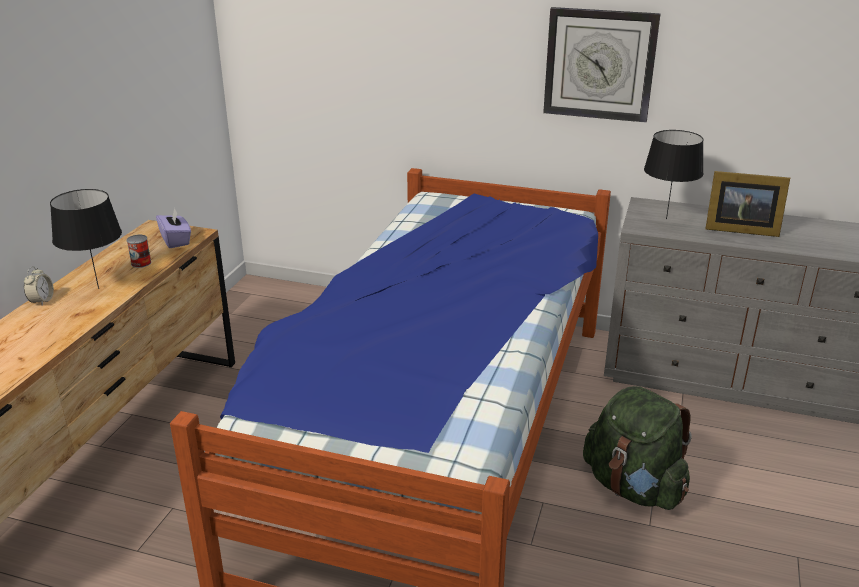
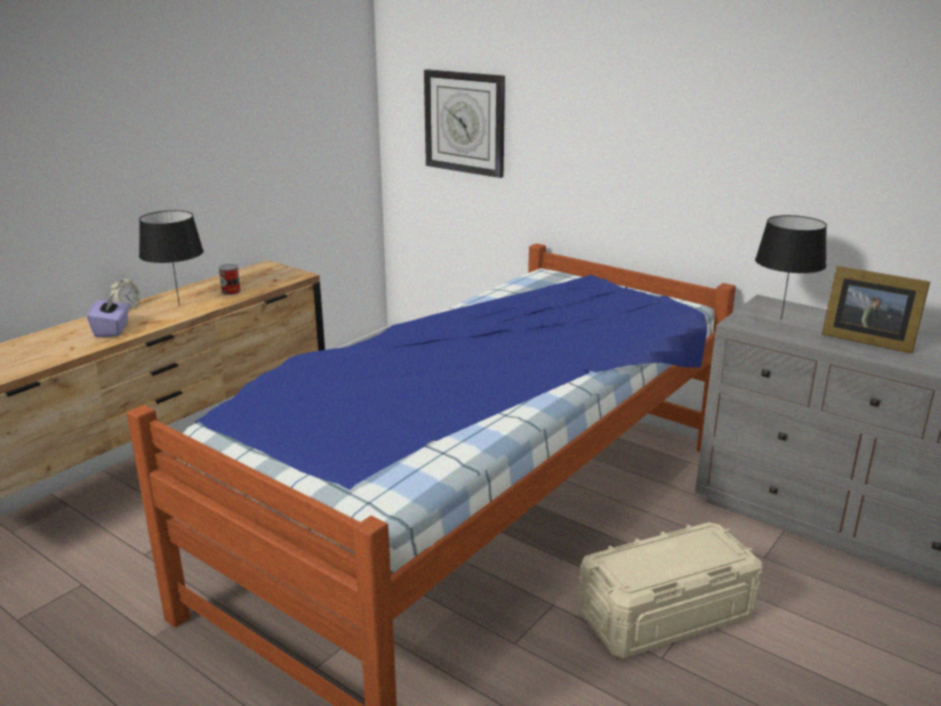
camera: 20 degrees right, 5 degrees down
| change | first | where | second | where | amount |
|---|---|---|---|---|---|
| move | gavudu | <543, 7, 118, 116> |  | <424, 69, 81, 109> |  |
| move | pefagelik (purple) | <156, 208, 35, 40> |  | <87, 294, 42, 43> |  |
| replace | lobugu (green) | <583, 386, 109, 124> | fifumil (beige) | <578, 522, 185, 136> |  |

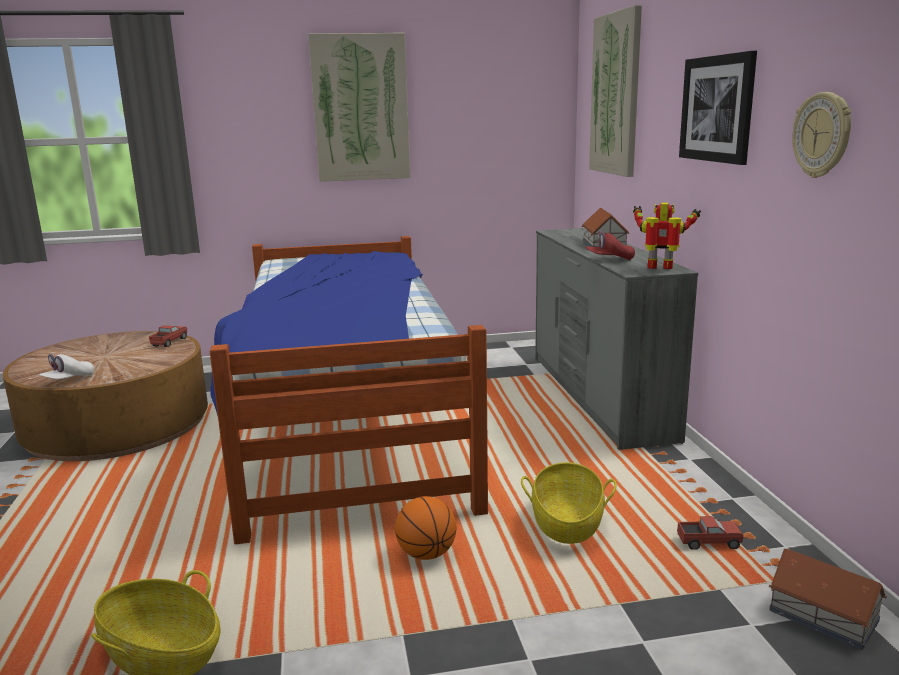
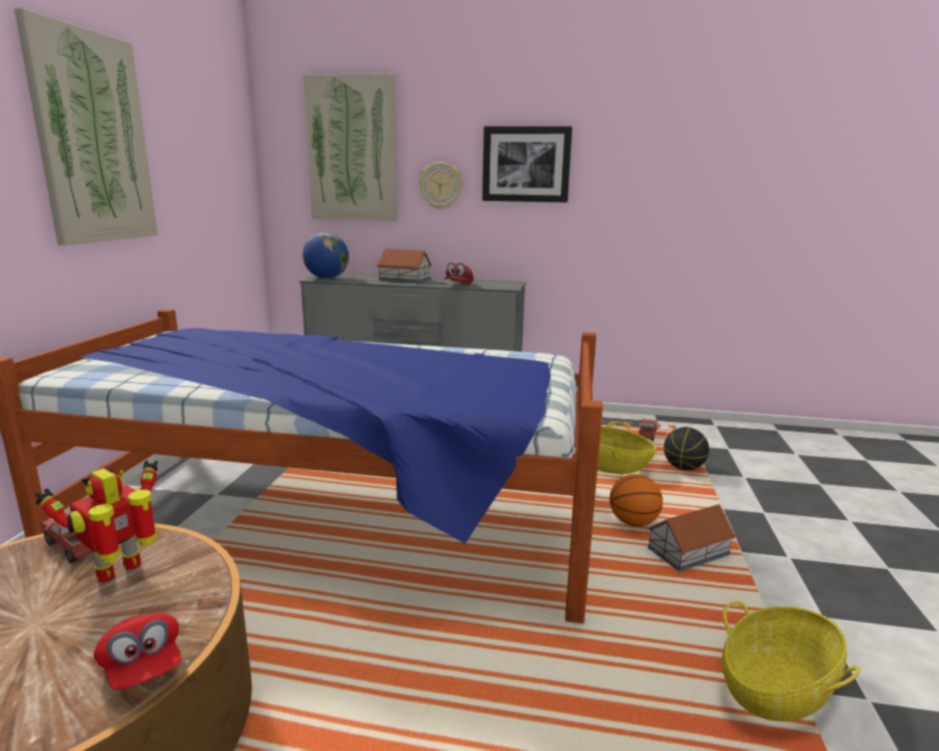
camera: 70 degrees left, 0 degrees up
| change | first | where | second | where | amount |
|---|---|---|---|---|---|
| move | gavudu | <792, 92, 59, 86> |  | <419, 162, 44, 47> |  |
| move | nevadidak | <633, 202, 68, 67> |  | <35, 461, 123, 121> |  |
| recolor | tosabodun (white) | <39, 354, 55, 25> | tosabodun (red) | <94, 613, 87, 77> |  |
| move | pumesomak | <769, 549, 118, 101> |  | <647, 504, 88, 68> |  |
| insert |  |  | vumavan | <303, 233, 46, 46> |  |
| insert |  |  | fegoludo | <664, 427, 45, 43> |  |

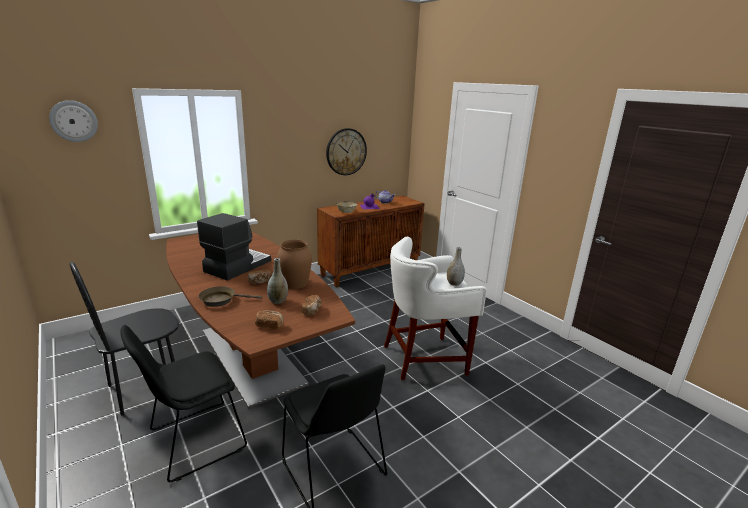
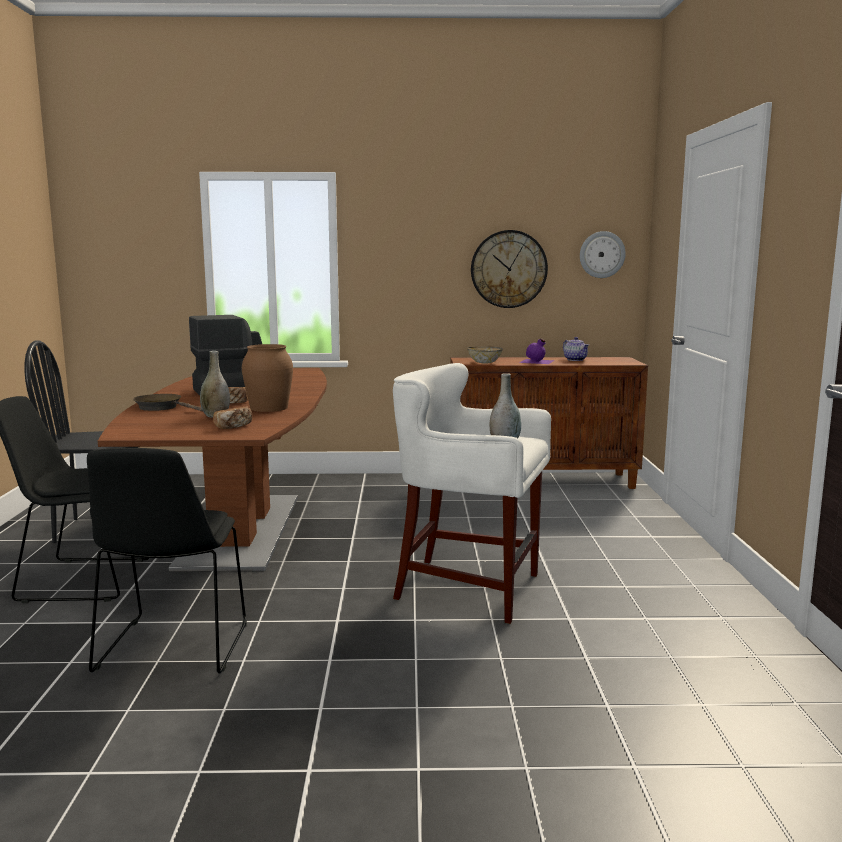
camera: 35 degrees right, 10 degrees down
| change | first | where | second | where | amount |
|---|---|---|---|---|---|
| move | gavudu | <49, 100, 49, 42> |  | <580, 231, 46, 47> |  |
| delete | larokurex | <255, 310, 29, 19> |  |  |  |

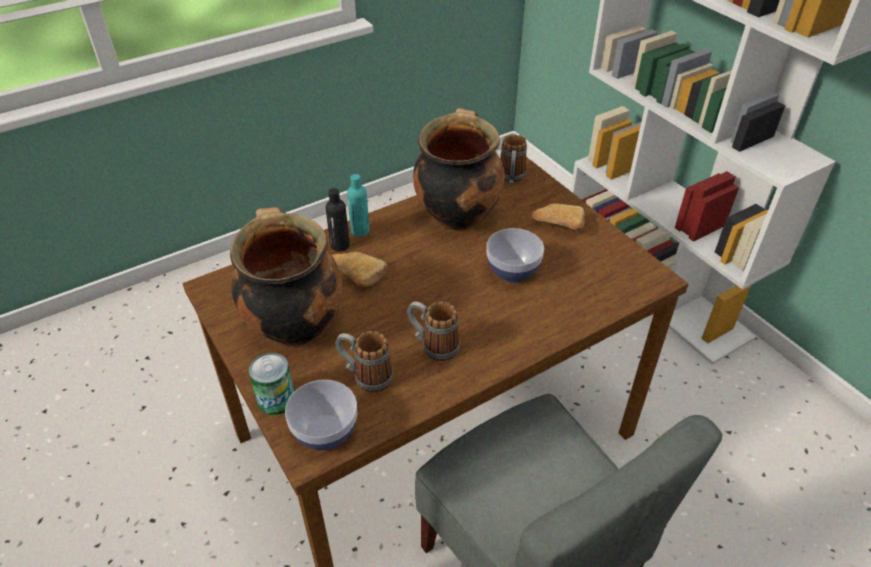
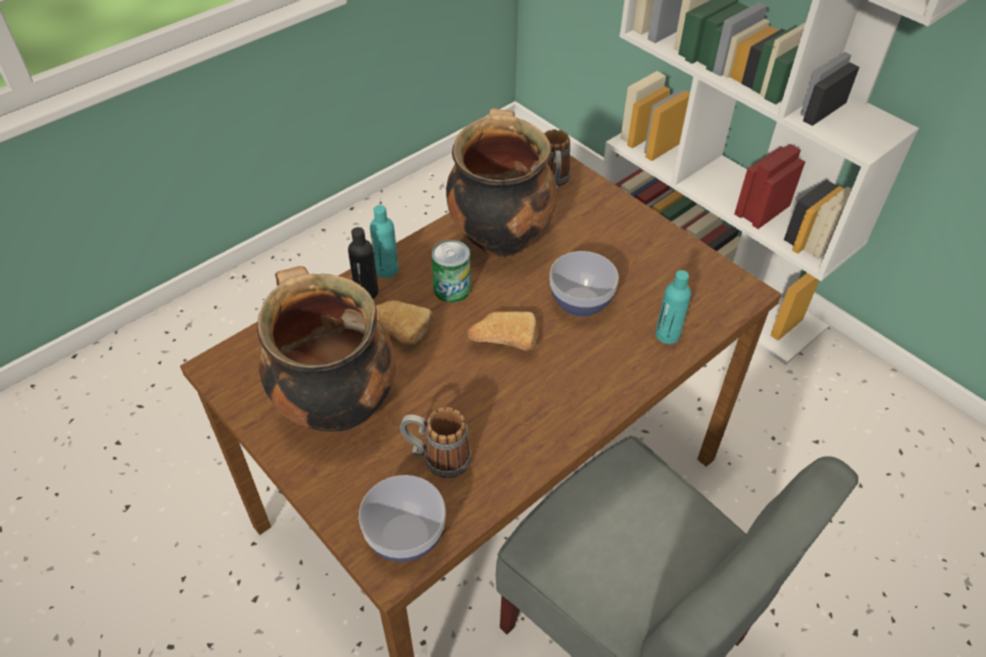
camera: 10 degrees left, 5 degrees up
| change | first | where | second | where | amount |
|---|---|---|---|---|---|
| move | larokurex | <532, 203, 53, 28> |  | <467, 311, 70, 40> |  |
| delete | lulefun | <407, 301, 53, 60> |  |  |  |
| move | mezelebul | <249, 353, 45, 62> |  | <432, 240, 39, 63> |  |
| insert |  |  | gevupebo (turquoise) | <655, 270, 36, 74> |  |

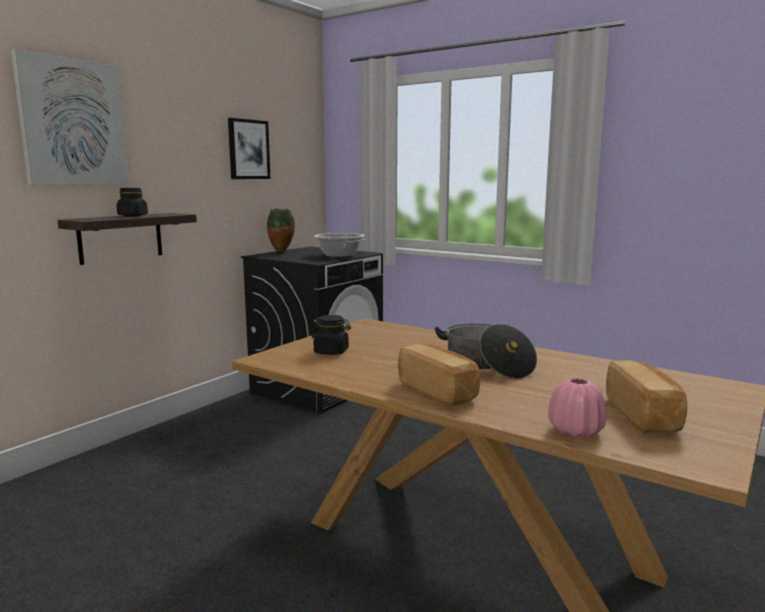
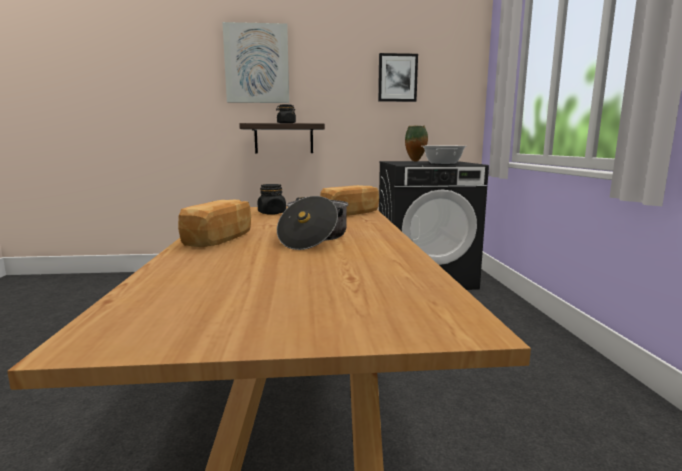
camera: 50 degrees right, 0 degrees up
| change | first | where | second | where | amount |
|---|---|---|---|---|---|
| move | larokurex | <606, 360, 81, 74> |  | <320, 185, 59, 31> |  |
| delete | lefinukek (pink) | <548, 378, 58, 60> |  |  |  |

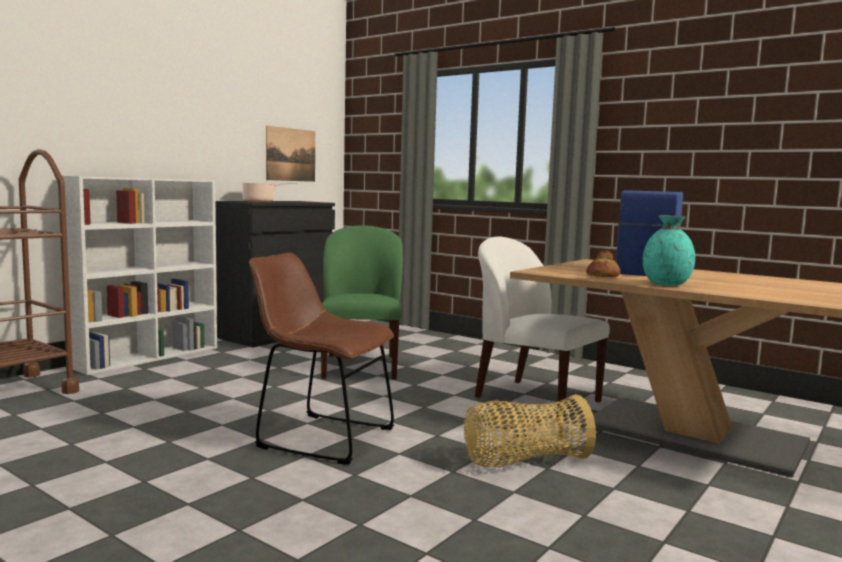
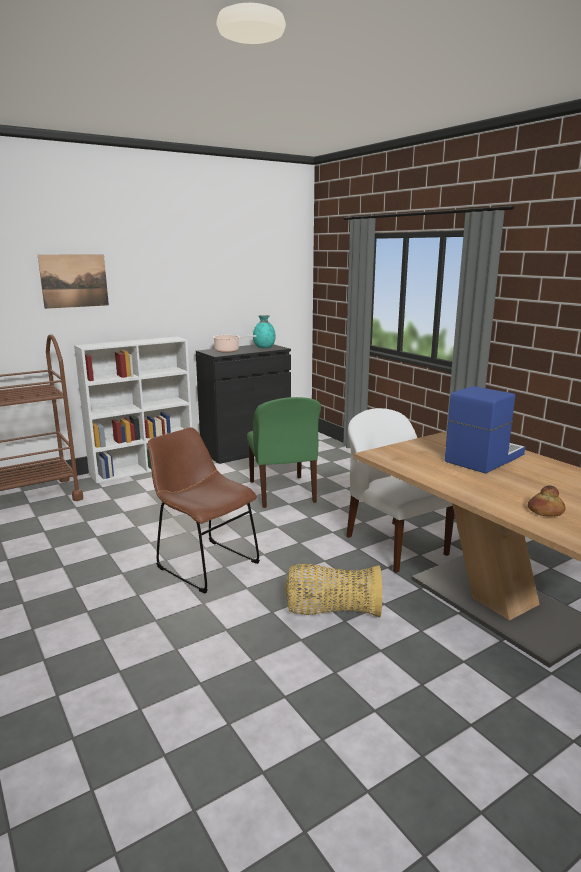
camera: 20 degrees right, 10 degrees up
| change | first | where | second | where | amount |
|---|---|---|---|---|---|
| move | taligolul | <266, 126, 49, 56> |  | <38, 254, 71, 55> |  |
| move | lefinukek (turquoise) | <643, 215, 52, 71> |  | <253, 315, 23, 33> |  |
| rotate | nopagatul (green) | <321, 225, 82, 155> |  | <247, 397, 74, 111> | 150 degrees clockwise |
| move | larokurex | <586, 250, 35, 27> |  | <528, 485, 37, 31> |  |

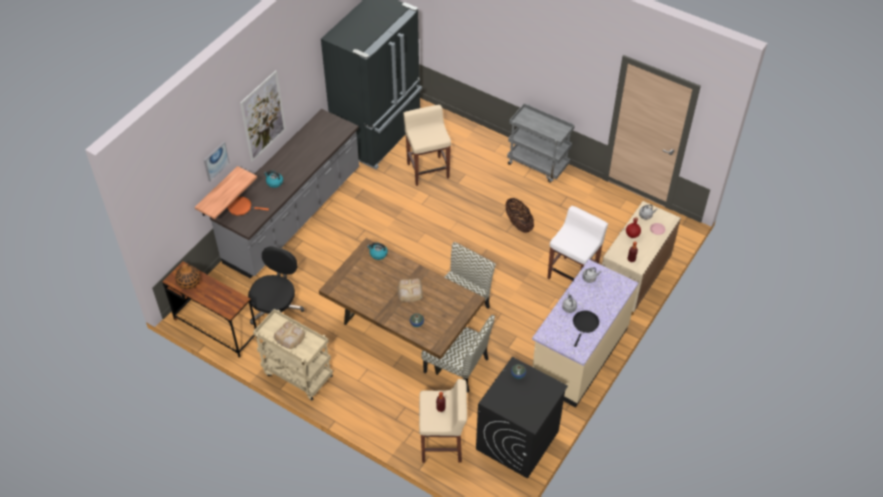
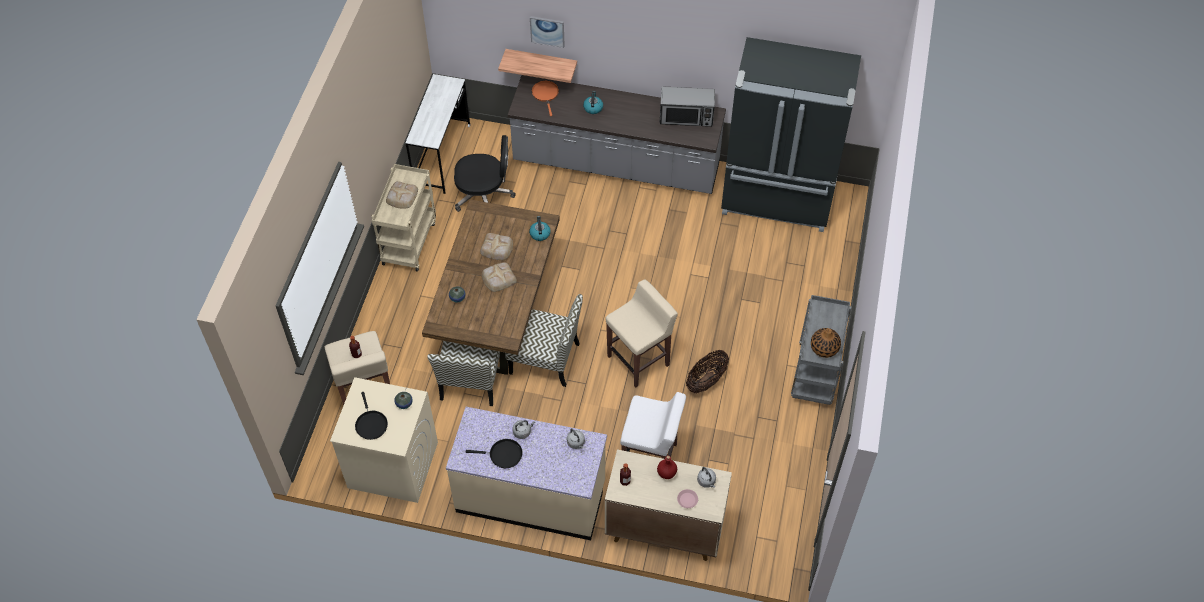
camera: 70 degrees right, 5 degrees up
| change | first | where | second | where | amount |
|---|---|---|---|---|---|
| delete | taligolul | <240, 70, 46, 92> |  |  |  |
| move | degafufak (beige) | <403, 105, 48, 81> |  | <606, 280, 72, 107> |  |
| recolor | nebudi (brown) | <162, 262, 95, 96> | nebudi (white) | <405, 74, 65, 120> |  |
| move | lefinukek | <175, 264, 25, 25> |  | <811, 328, 30, 30> |  |
| recolor | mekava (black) | <476, 357, 92, 122> | mekava (beige) | <330, 377, 108, 126> |  |
| insert |  |  | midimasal | <660, 86, 55, 41> |  |
| insert |  |  | larokurex | <480, 233, 33, 27> |  |
| insert |  |  | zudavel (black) | <355, 392, 33, 48> |  |

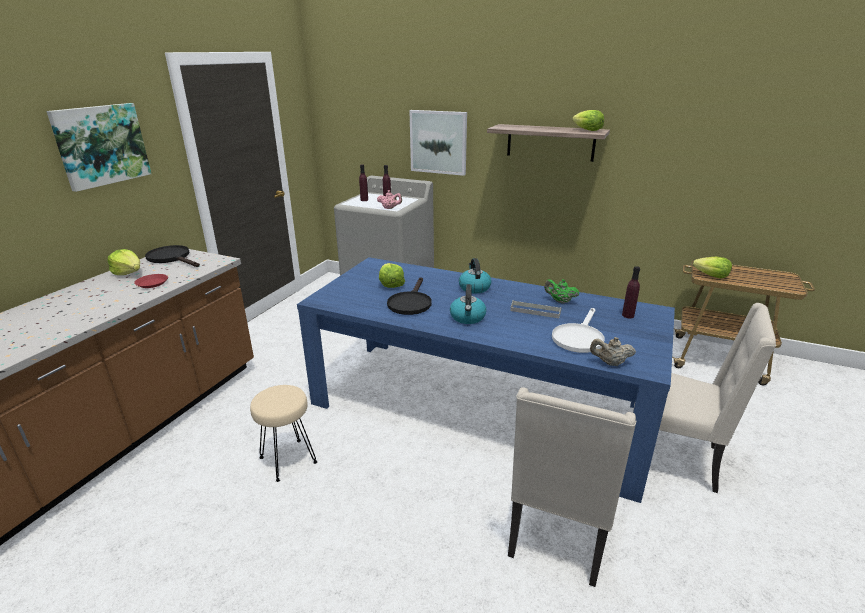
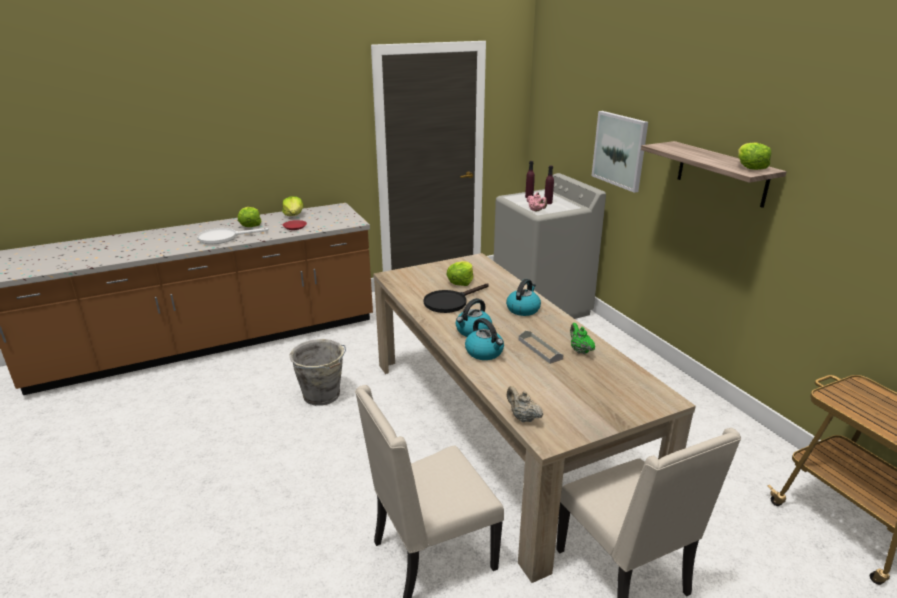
camera: 40 degrees right, 0 degrees up
| change | first | where | second | where | amount |
|---|---|---|---|---|---|
| delete | taligolul | <46, 103, 105, 89> |  |  |  |
| delete | zudavel (black) | <145, 245, 55, 22> |  |  |  |
| recolor | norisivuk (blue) | <297, 257, 378, 246> | norisivuk (beige) | <373, 253, 323, 330> |  |
| move | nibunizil | <693, 257, 39, 22> |  | <238, 207, 23, 20> |  |
| delete | gevupebo (purple) | <622, 266, 18, 52> |  |  |  |
| move | zudavel (white) | <552, 308, 53, 45> |  | <197, 228, 72, 16> |  |
| replace | degafufak (beige) | <250, 385, 67, 97> | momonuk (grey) | <289, 339, 57, 67> |  |
| insert |  |  | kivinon | <465, 318, 39, 42> |  |

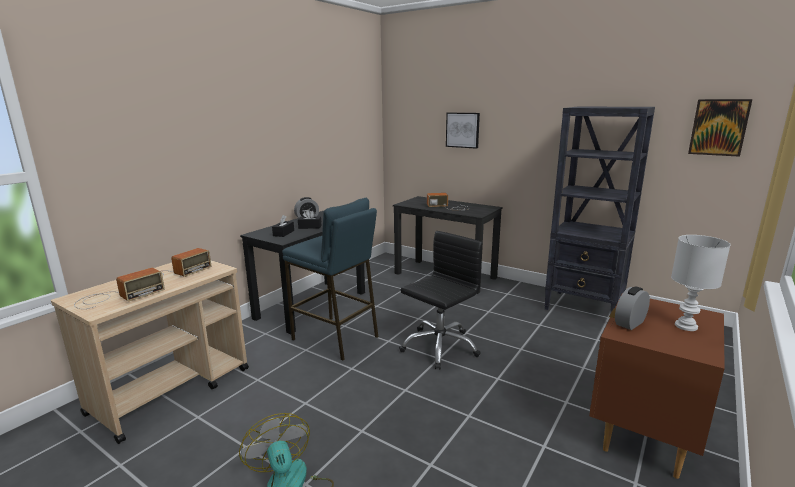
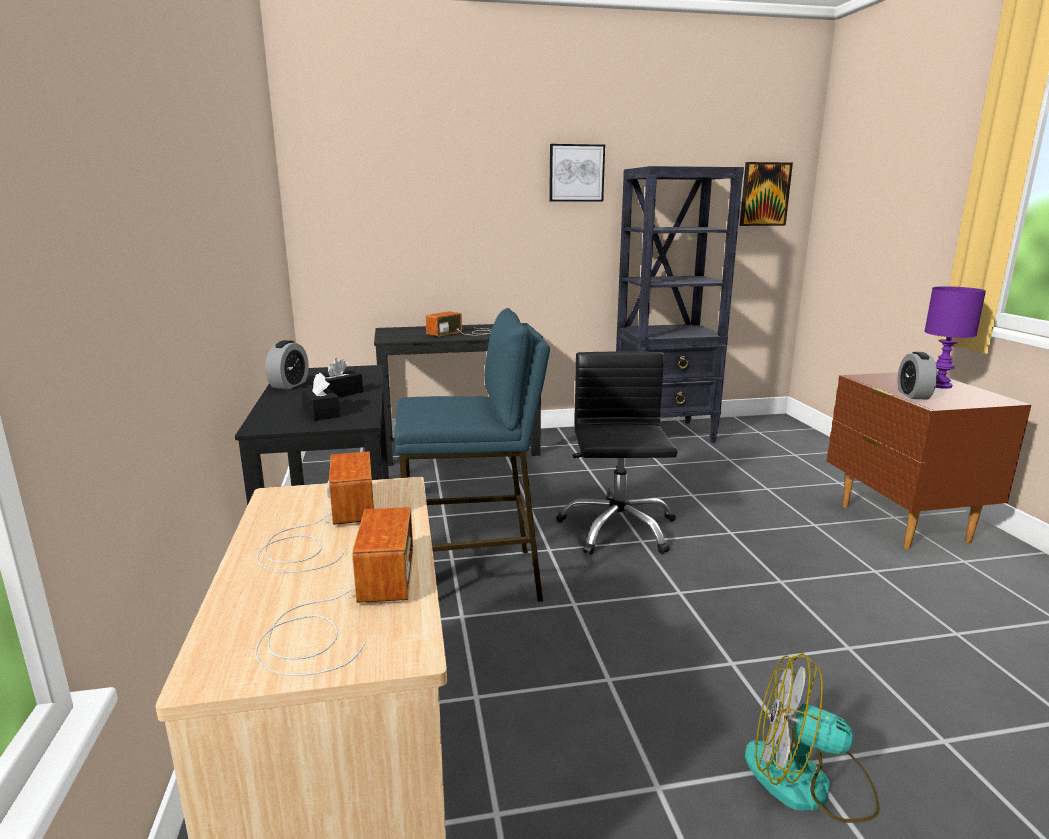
camera: 45 degrees left, 0 degrees up
| change | first | where | second | where | amount |
|---|---|---|---|---|---|
| move | taligolul | <446, 113, 34, 36> |  | <549, 144, 56, 57> |  |
| recolor | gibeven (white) | <671, 235, 60, 96> | gibeven (purple) | <924, 286, 62, 103> |  |

